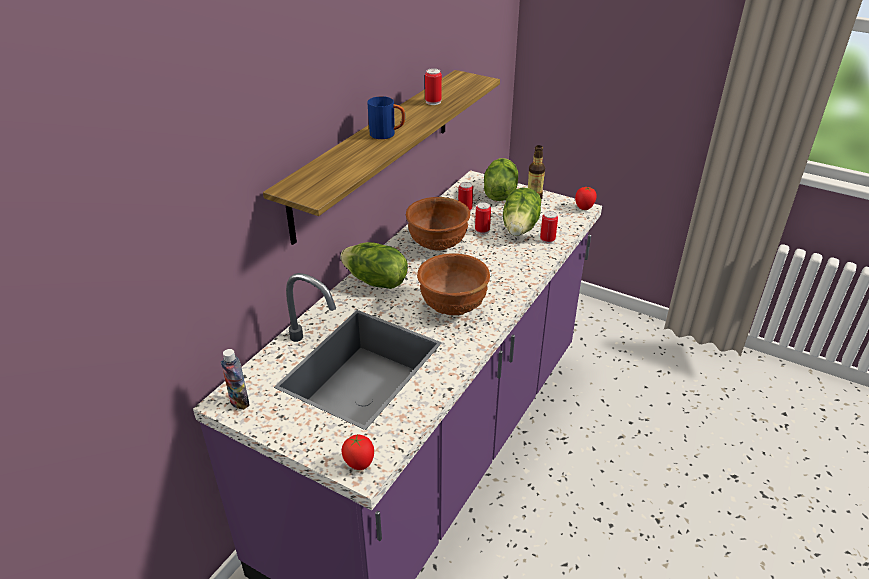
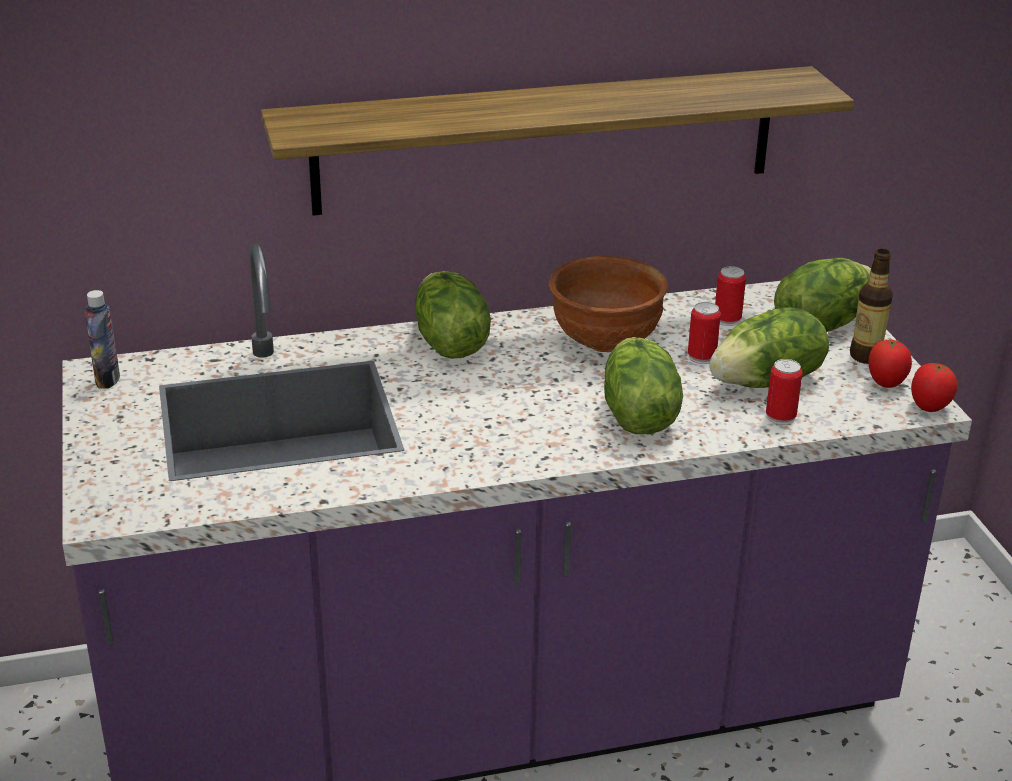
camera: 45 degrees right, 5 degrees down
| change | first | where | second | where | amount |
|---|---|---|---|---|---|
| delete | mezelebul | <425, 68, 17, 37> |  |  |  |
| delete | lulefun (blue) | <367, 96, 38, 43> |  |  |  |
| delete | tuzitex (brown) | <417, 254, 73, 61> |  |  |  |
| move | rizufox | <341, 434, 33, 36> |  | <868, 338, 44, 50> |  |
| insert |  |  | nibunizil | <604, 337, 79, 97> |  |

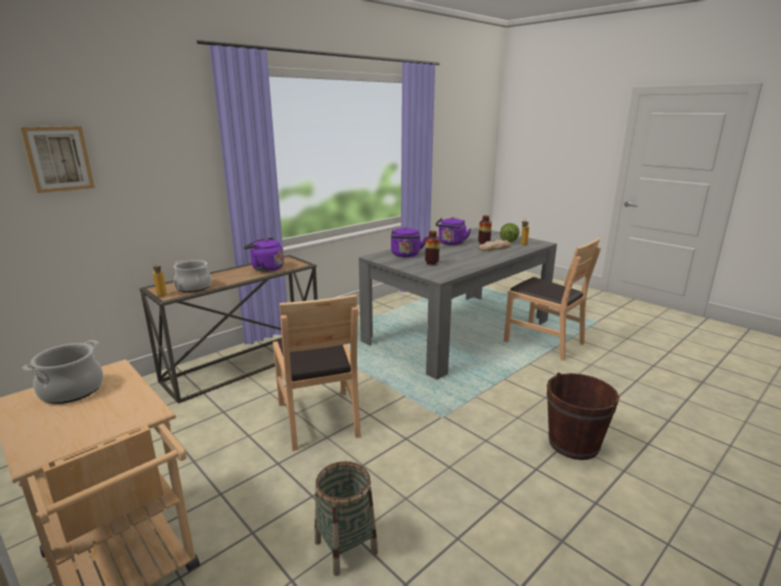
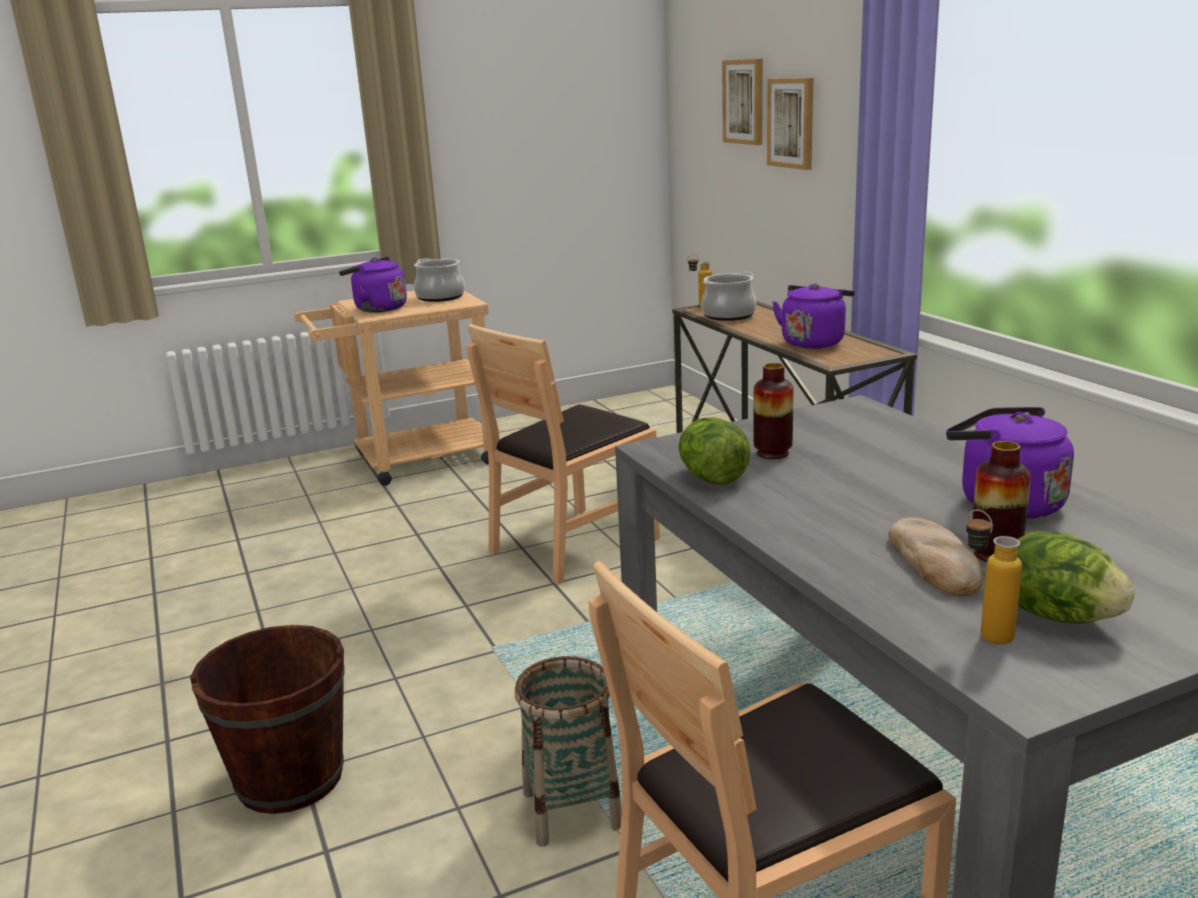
camera: 110 degrees right, 0 degrees up
| change | first | where | second | where | amount |
|---|---|---|---|---|---|
| move | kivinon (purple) | <391, 227, 36, 30> |  | <339, 257, 68, 56> |  |
| rotate | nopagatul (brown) | <273, 294, 88, 157> |  | <467, 324, 193, 261> | 45 degrees counterclockwise |
| move | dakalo | <315, 461, 63, 115> |  | <515, 656, 107, 191> |  |
| insert |  |  | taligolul | <767, 78, 46, 92> |  |
| insert |  |  | nibunizil | <679, 418, 72, 67> |  |

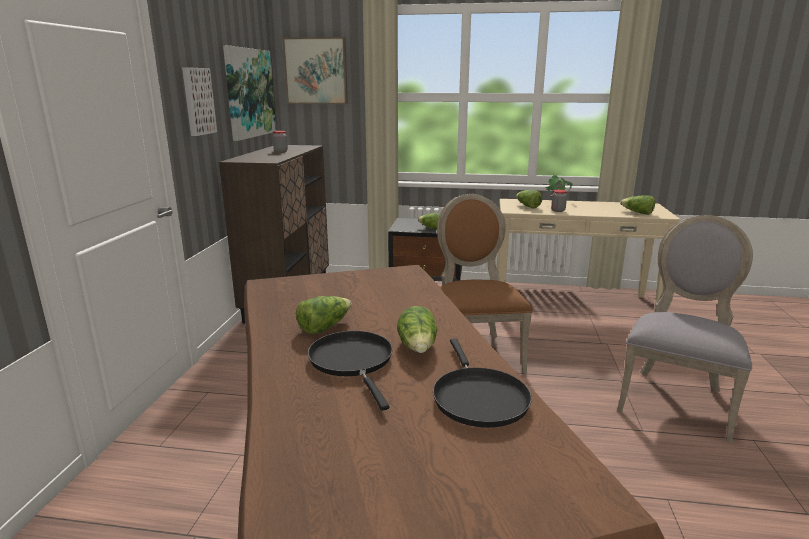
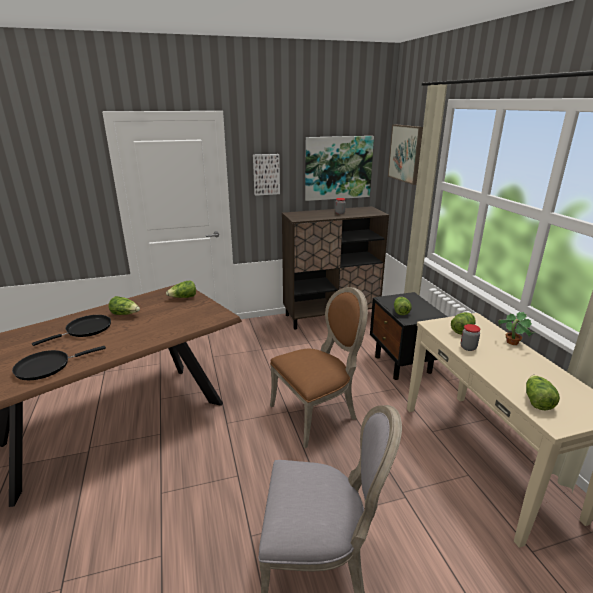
camera: 65 degrees right, 5 degrees up
| change | first | where | second | where | amount |
|---|---|---|---|---|---|
| move | nibunizil | <397, 306, 41, 47> |  | <166, 281, 30, 17> |  |

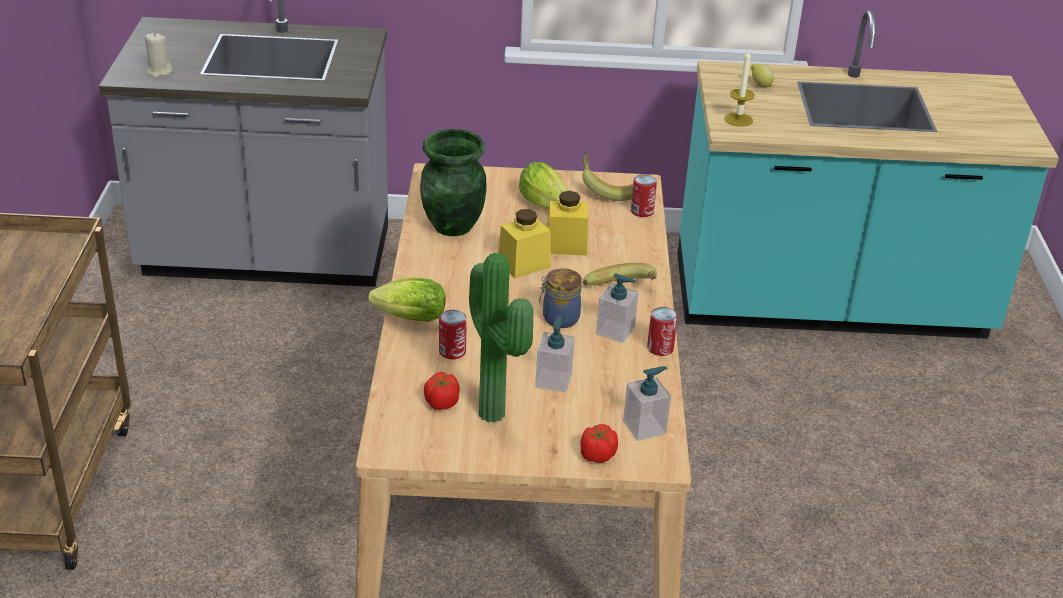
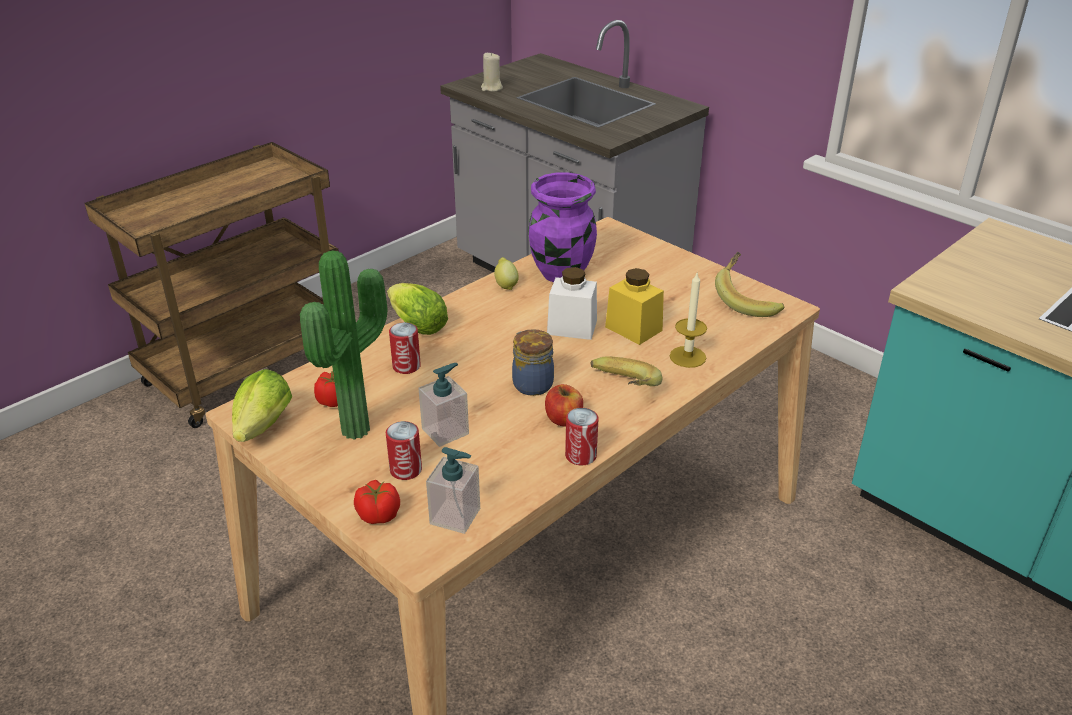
camera: 45 degrees right, 0 degrees up
| change | first | where | second | where | amount |
|---|---|---|---|---|---|
| move | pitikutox | <724, 50, 31, 77> |  | <670, 271, 37, 97> |  |
| move | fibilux | <751, 64, 23, 24> |  | <494, 257, 25, 33> |  |
| recolor | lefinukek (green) | <420, 129, 67, 107> | lefinukek (purple) | <528, 172, 69, 110> |  |
| move | nibunizil | <519, 162, 49, 48> |  | <232, 369, 60, 73> |  |
| move | mezelebul | <631, 174, 26, 43> |  | <386, 421, 36, 59> |  |
| recolor | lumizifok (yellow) | <499, 209, 52, 69> | lumizifok (white) | <547, 267, 50, 73> |  |
| replace | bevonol | <596, 273, 43, 70> | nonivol | <545, 384, 38, 42> |  |

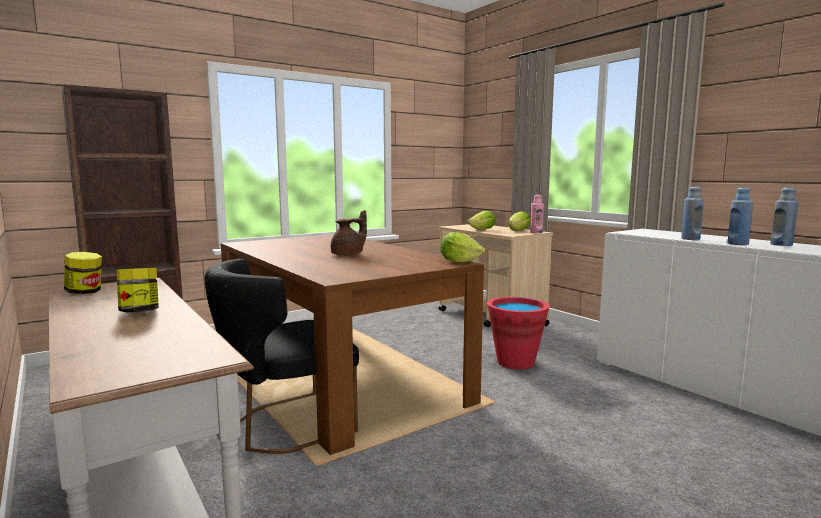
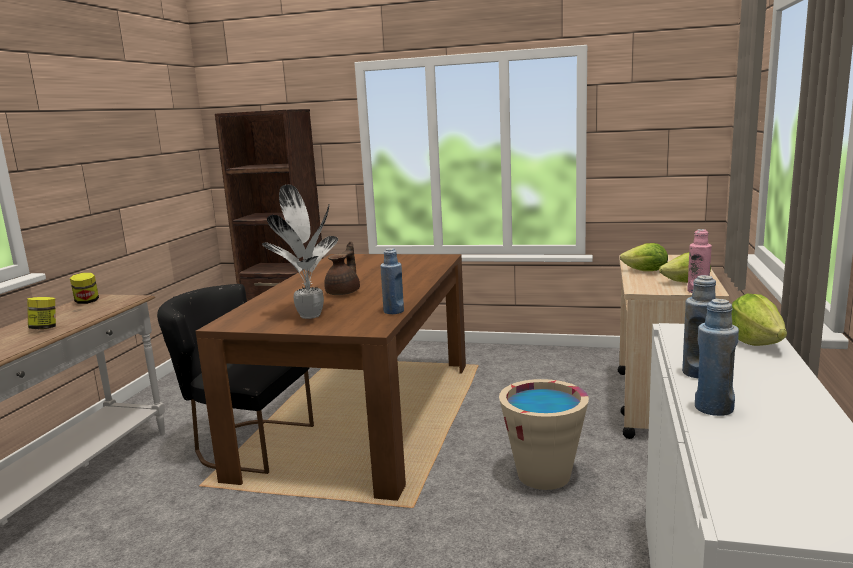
camera: 50 degrees right, 5 degrees up
| change | first | where | second | where | amount |
|---|---|---|---|---|---|
| move | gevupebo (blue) | <770, 187, 29, 59> |  | <381, 248, 23, 66> |  |
| rotate | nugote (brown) | <331, 210, 36, 46> |  | <324, 241, 36, 54> | 75 degrees counterclockwise |
| move | nibunizil | <440, 232, 45, 31> |  | <732, 294, 55, 52> |  |
| recolor | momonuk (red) | <487, 297, 63, 72> | momonuk (beige) | <499, 379, 90, 111> |  |
| insert |  |  | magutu | <262, 185, 76, 134> |  |

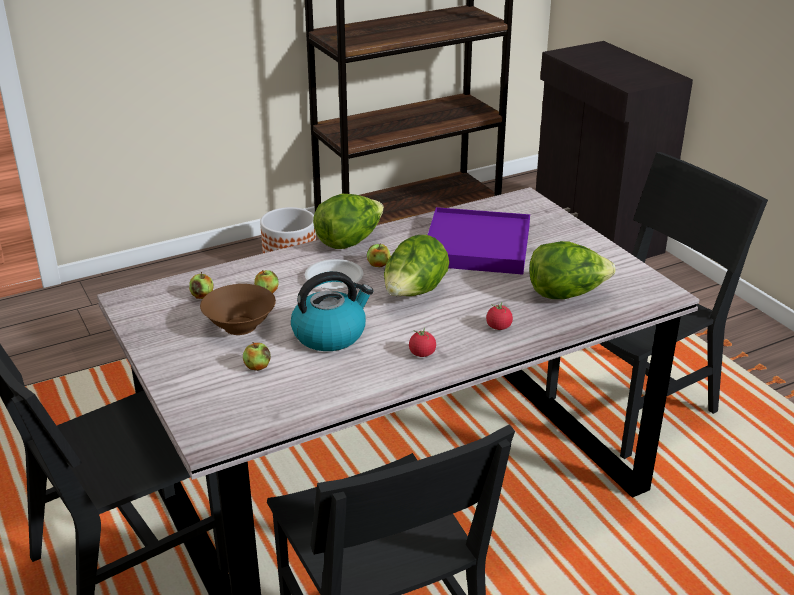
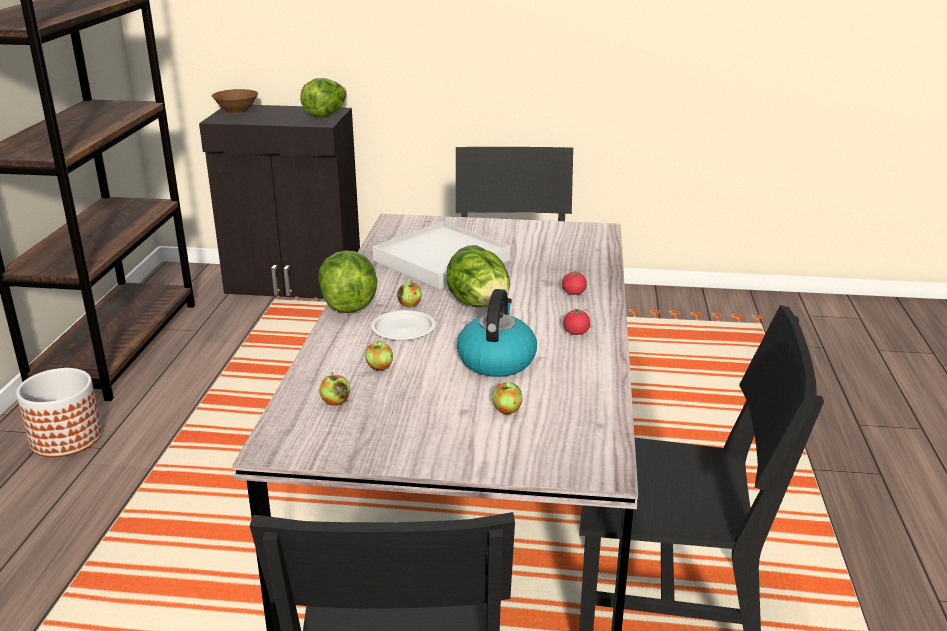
camera: 55 degrees left, 5 degrees down
| change | first | where | second | where | amount |
|---|---|---|---|---|---|
| recolor | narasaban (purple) | <428, 207, 102, 68> | narasaban (white) | <372, 222, 138, 67> |  |
| move | nibunizil | <529, 241, 87, 58> |  | <300, 78, 47, 39> |  |
| move | tuzitex (brown) | <200, 284, 76, 51> |  | <212, 89, 46, 25> |  |

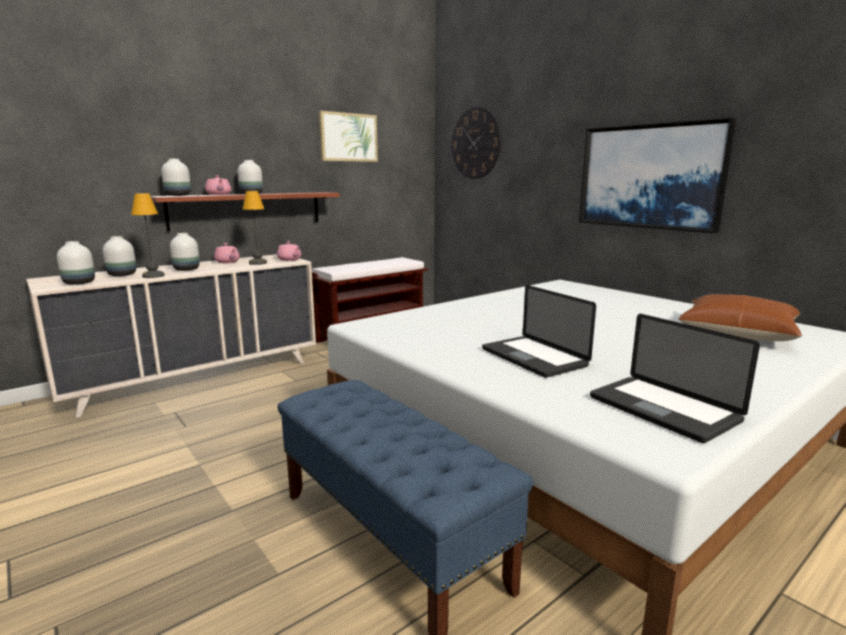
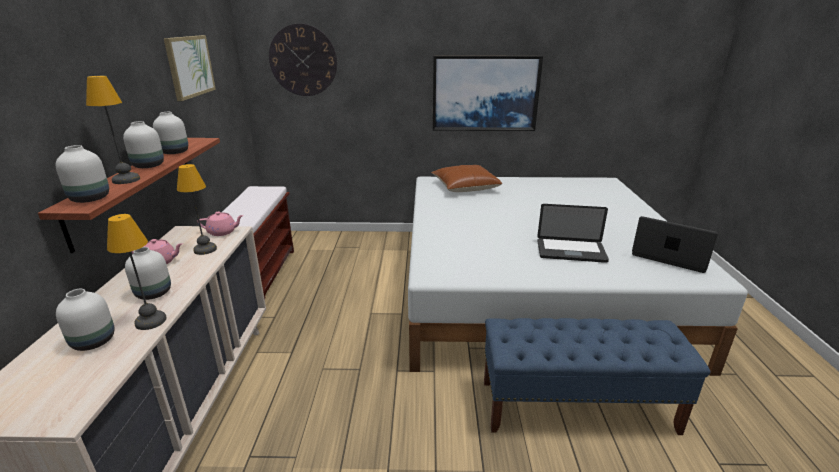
camera: 50 degrees left, 10 degrees up
| change | first | where | second | where | amount |
|---|---|---|---|---|---|
| replace | nugote (pink) | <205, 175, 27, 20> | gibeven | <86, 76, 54, 108> |  |
| move | lefinukek (white) | <57, 241, 38, 44> |  | <153, 112, 35, 42> |  |
| move | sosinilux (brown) | <678, 294, 124, 47> |  | <431, 165, 71, 27> |  |
| rotate | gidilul | <590, 314, 170, 129> |  | <632, 216, 86, 57> | 150 degrees counterclockwise |

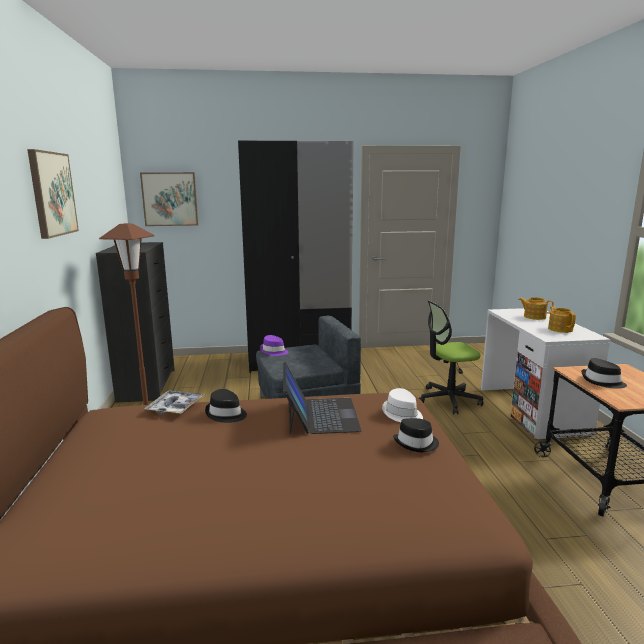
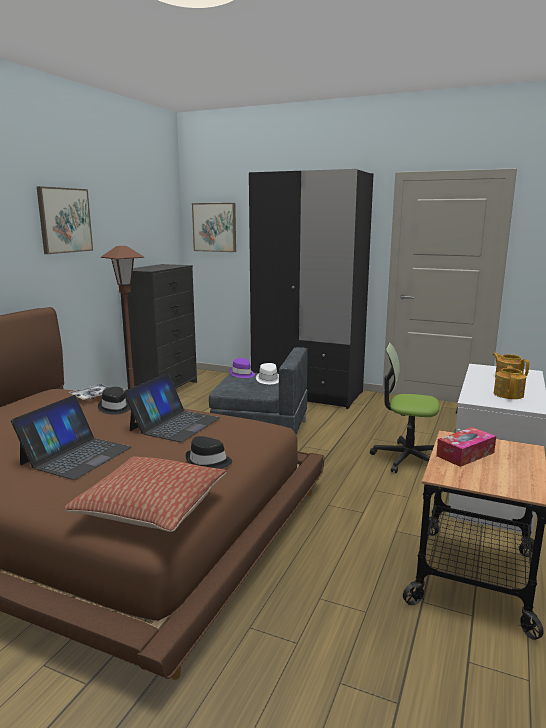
camera: 30 degrees right, 0 degrees up
| change | first | where | second | where | amount |
|---|---|---|---|---|---|
| replace | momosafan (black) | <581, 358, 46, 31> | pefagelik | <436, 427, 60, 40> |  |
| move | momosafan (white) | <382, 388, 41, 34> |  | <256, 363, 23, 21> |  |
| insert |  |  | gidilul | <11, 395, 121, 85> |  |
| insert |  |  | sosinilux | <64, 457, 163, 75> |  |

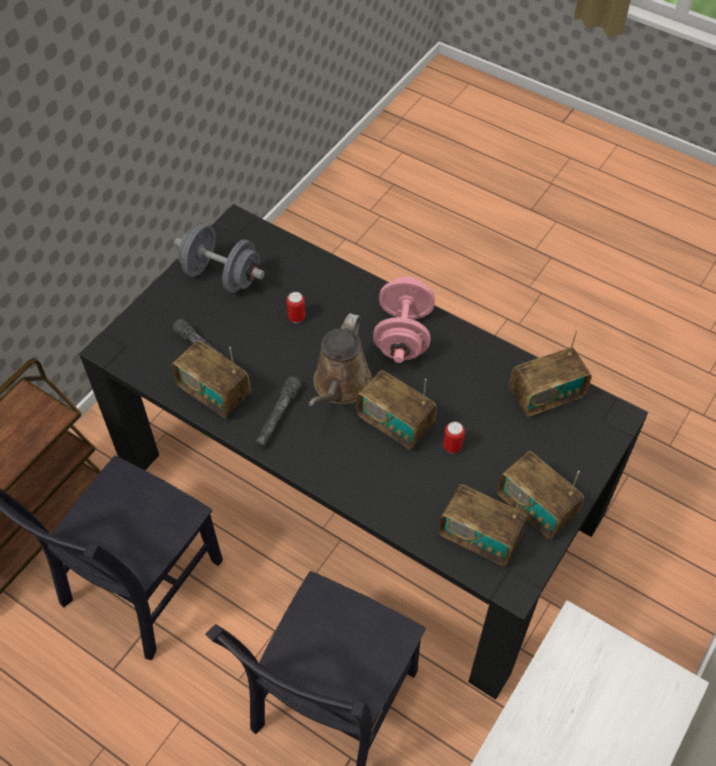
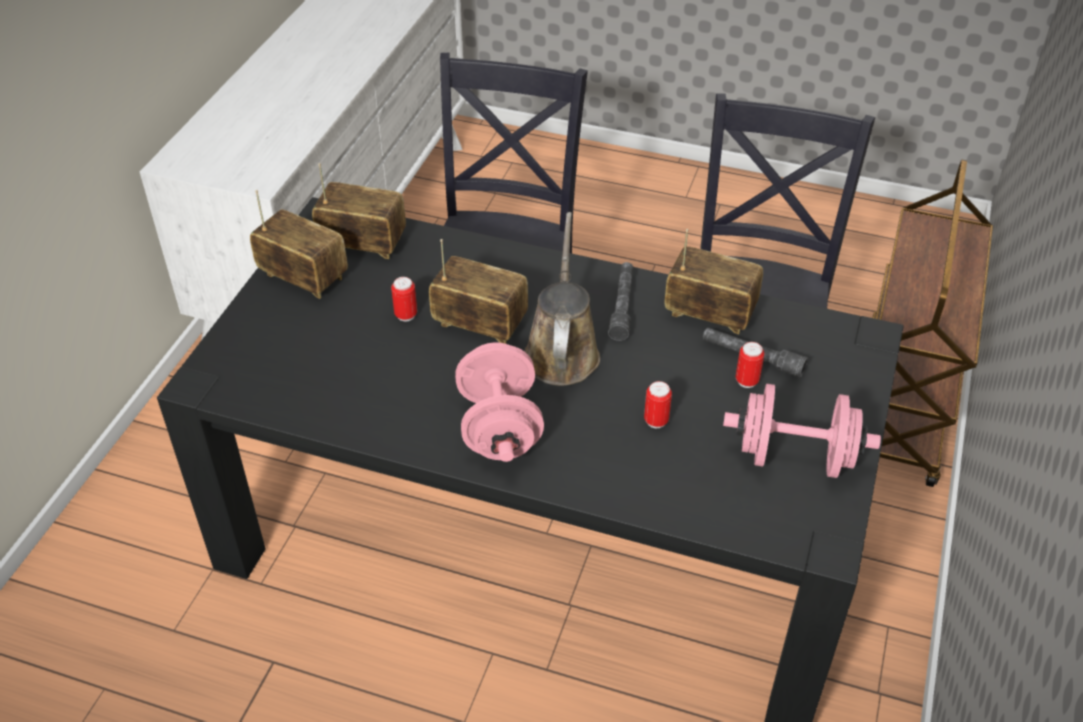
camera: 165 degrees right, 10 degrees down
| change | first | where | second | where | amount |
|---|---|---|---|---|---|
| recolor | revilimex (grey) | <174, 224, 90, 69> | revilimex (pink) | <723, 384, 158, 94> |  |
| delete | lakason | <509, 329, 83, 89> |  |  |  |
| insert |  |  | mezelebul | <736, 342, 28, 46> |  |

